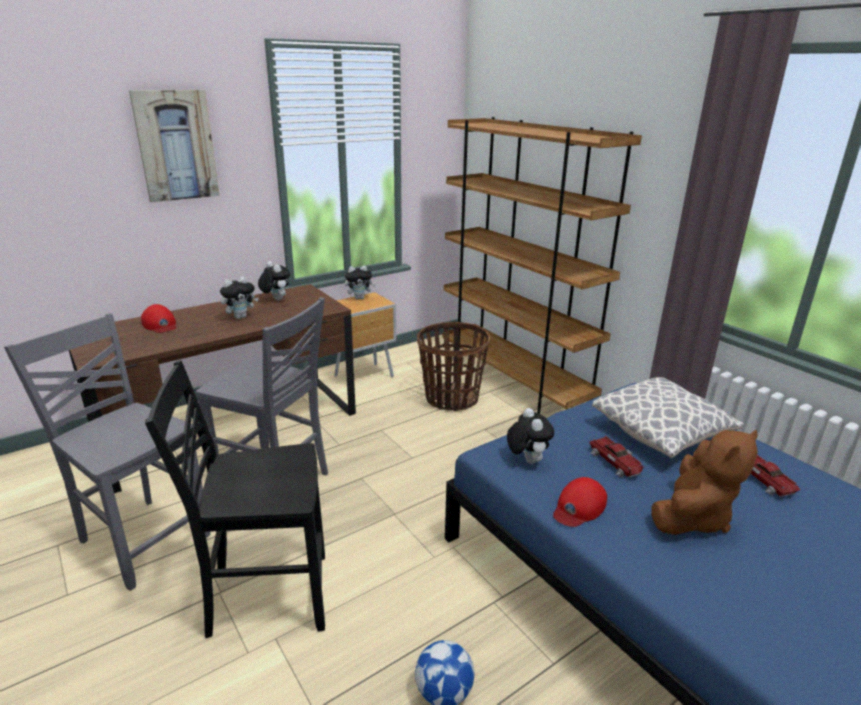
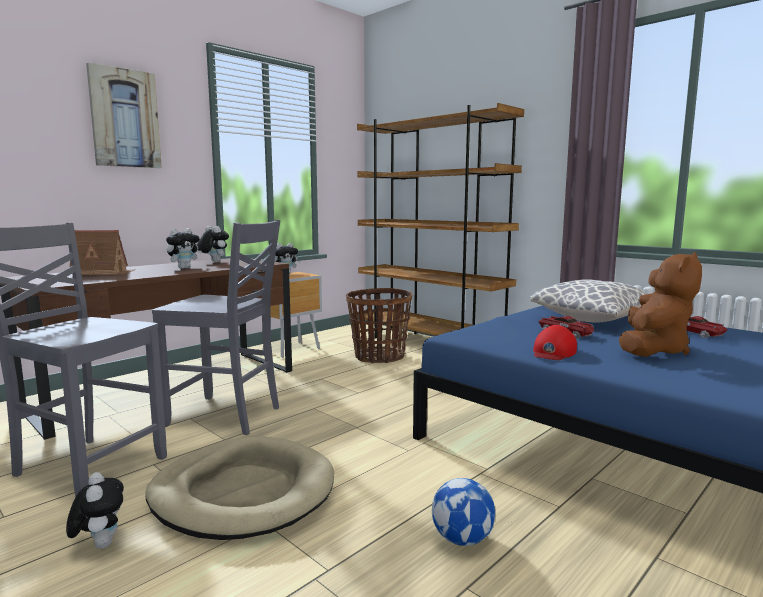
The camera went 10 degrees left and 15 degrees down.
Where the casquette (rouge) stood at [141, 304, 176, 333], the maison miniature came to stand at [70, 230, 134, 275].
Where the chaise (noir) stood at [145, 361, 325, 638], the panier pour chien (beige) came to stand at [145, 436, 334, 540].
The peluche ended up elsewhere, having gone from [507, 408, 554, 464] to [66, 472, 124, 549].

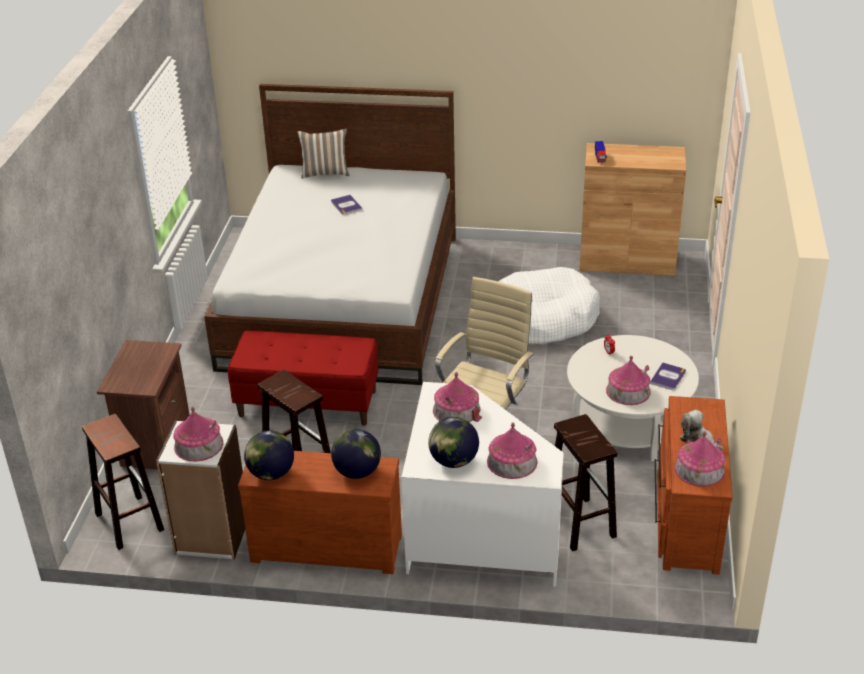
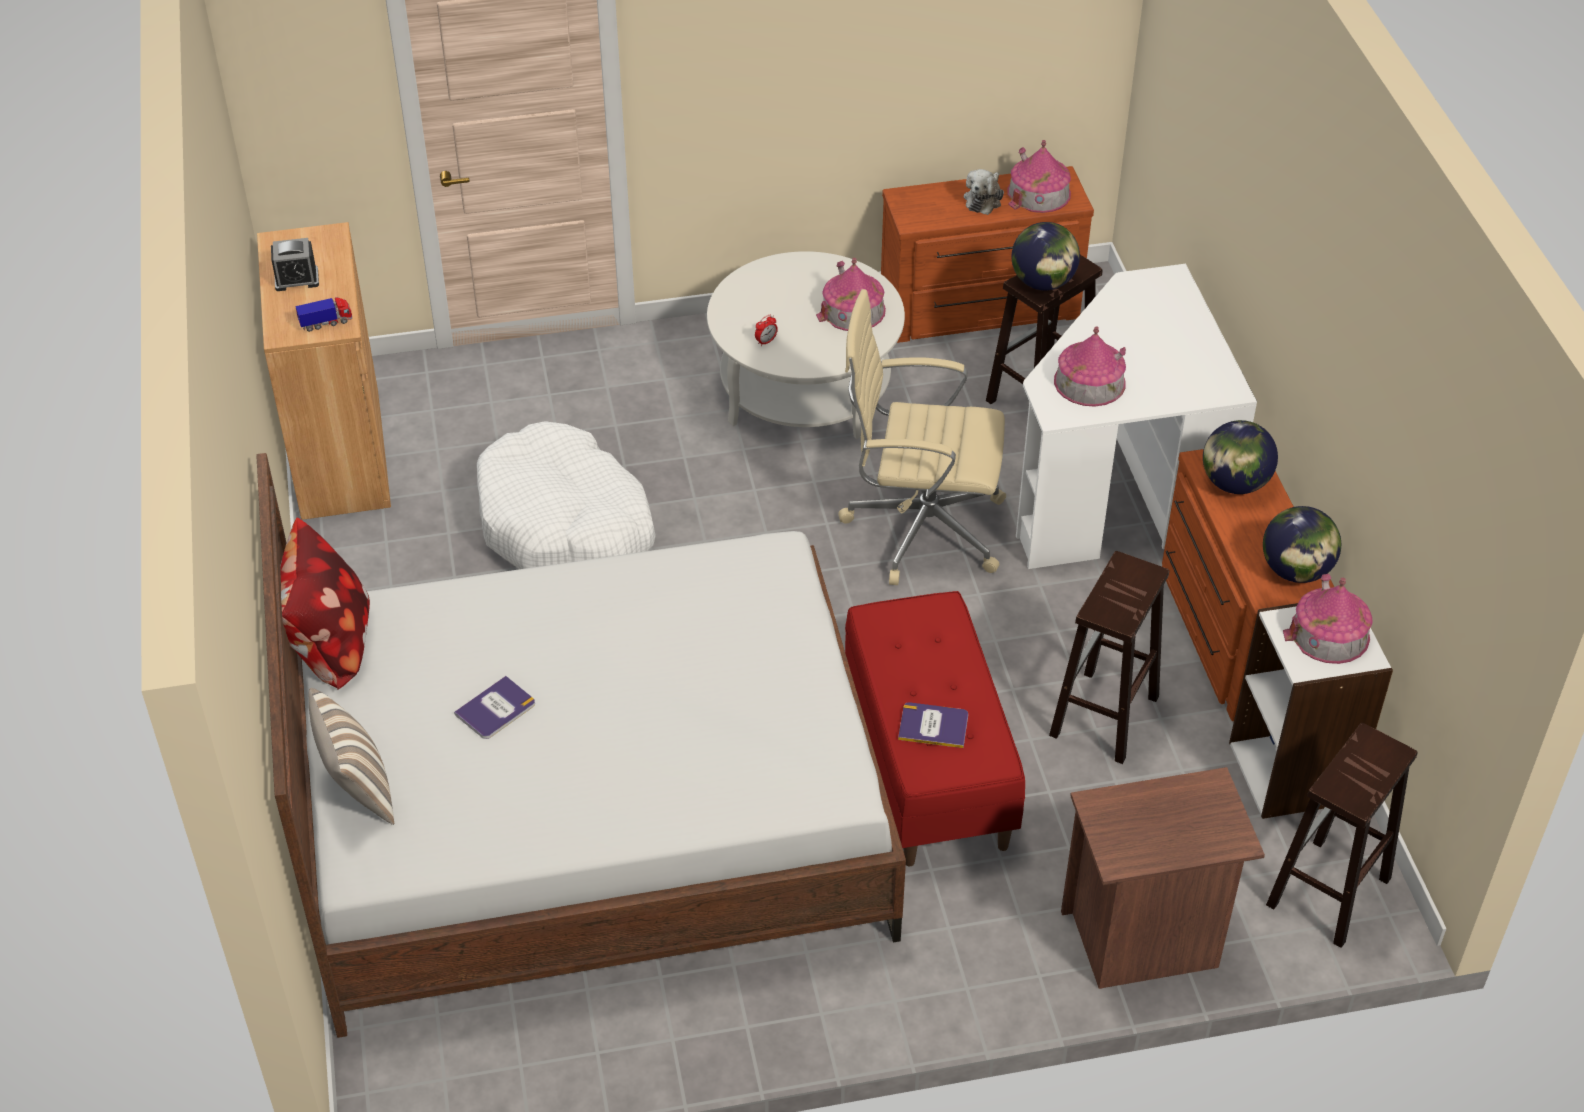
The camera went 110 degrees left and 10 degrees up.
The livre ended up elsewhere, having gone from [650, 362, 686, 390] to [898, 702, 968, 748].
The globe ended up elsewhere, having gone from [428, 417, 479, 468] to [1012, 222, 1080, 290].
The second view lost the maison miniature at [487, 422, 538, 479].
The second view gained the réveil at [271, 238, 319, 291].
The second view gained the coussin at [280, 517, 370, 690].

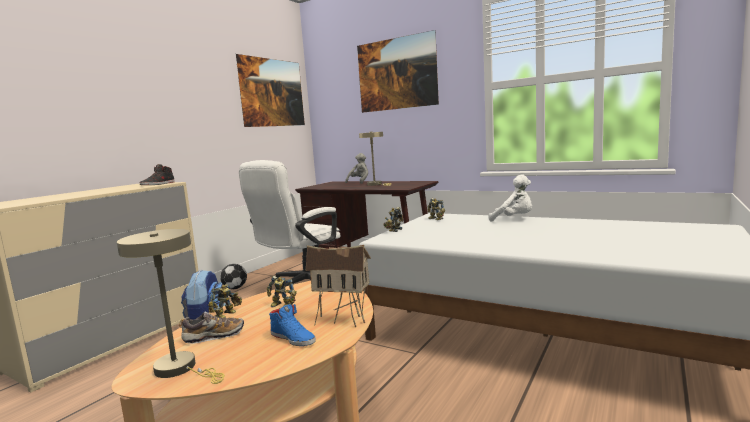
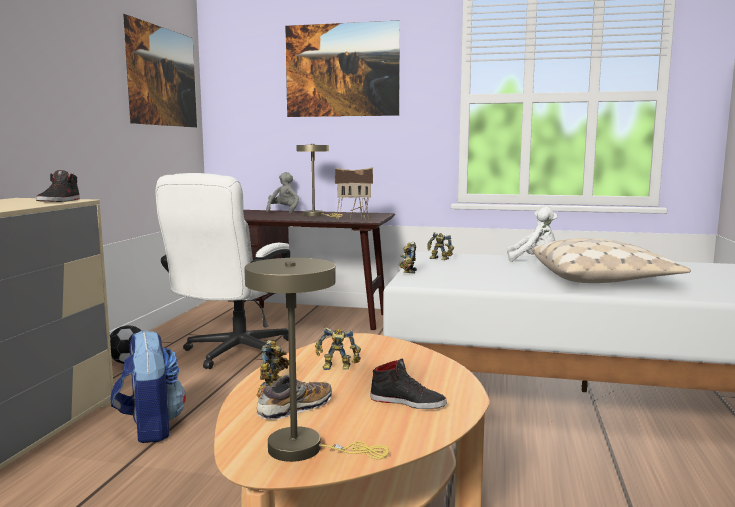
The camera went 20 degrees left and 0 degrees up.
The maison miniature ended up elsewhere, having gone from [306, 245, 371, 327] to [335, 168, 373, 220].
What was the chaussure (bleu) at [269, 304, 316, 346] turned into the chaussure (noir) at [370, 359, 447, 409].
The second view gained the coussin (beige) at [531, 238, 691, 283].

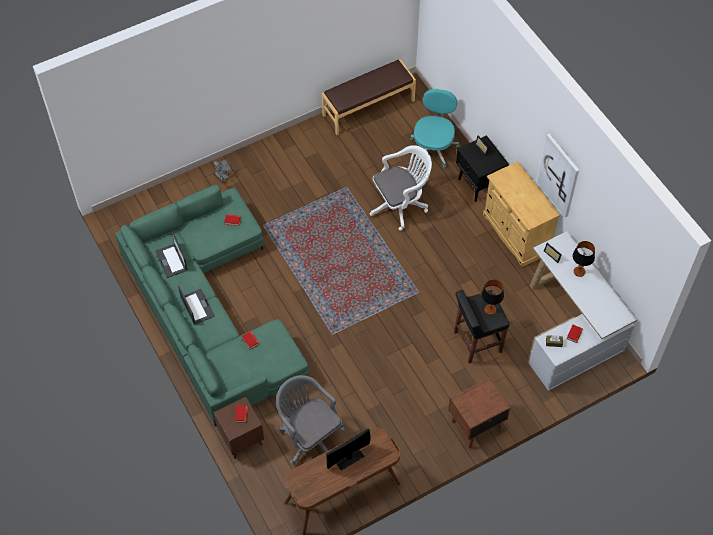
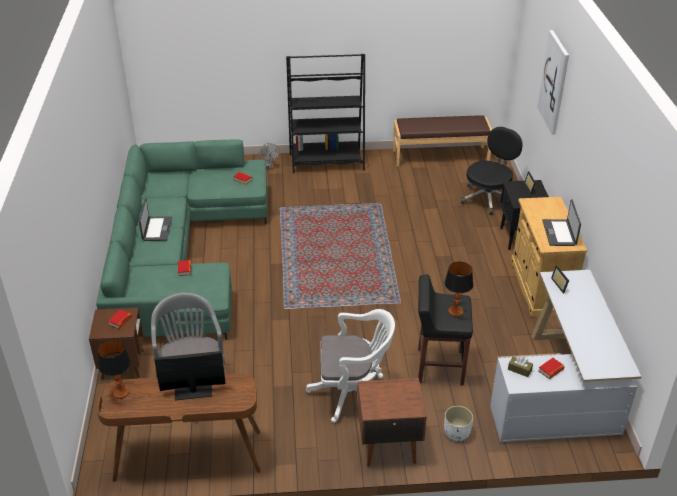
The camera went 25 degrees right and 20 degrees down.
What was the chaise de bureau (turquoise) at [410, 89, 459, 168] turned into the chaise de bureau (noir) at [461, 127, 523, 215].
The tableau ended up elsewhere, having gone from [537, 133, 579, 217] to [537, 30, 569, 134].
The chaise de bureau (blanc) ended up elsewhere, having gone from [370, 145, 432, 231] to [306, 309, 395, 423].
The ordinateur portable ended up elsewhere, having gone from [155, 232, 187, 278] to [542, 199, 581, 246].
The lampe de table ended up elsewhere, having gone from [573, 241, 595, 277] to [98, 340, 131, 399].
The second view gained the bibliothèque (noir) at [286, 54, 365, 173].
The second view gained the cache-pot (blanc) at [444, 406, 474, 441].

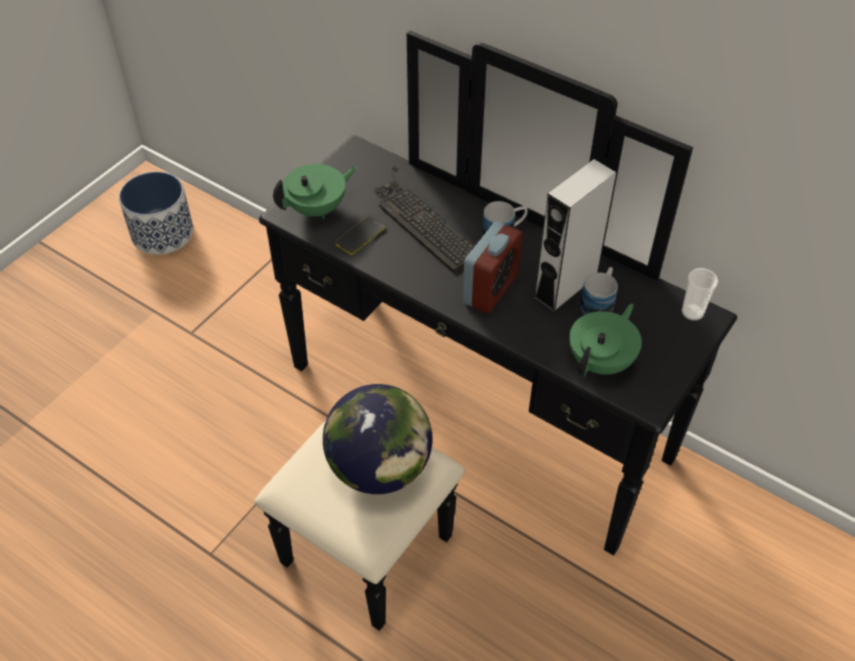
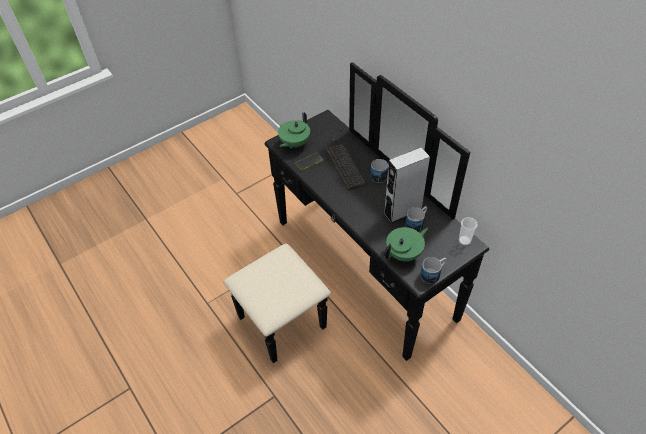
The camera went 20 degrees right and 0 degrees up.
The théière (vert) at [273, 164, 357, 219] ended up facing another way, 135 degrees clockwise from before.
The second view lost the cache-pot at [119, 171, 193, 255].
The second view lost the réveil at [463, 221, 522, 313].
The second view lost the globe at [323, 384, 432, 494].
The second view gained the mug at [420, 257, 447, 284].

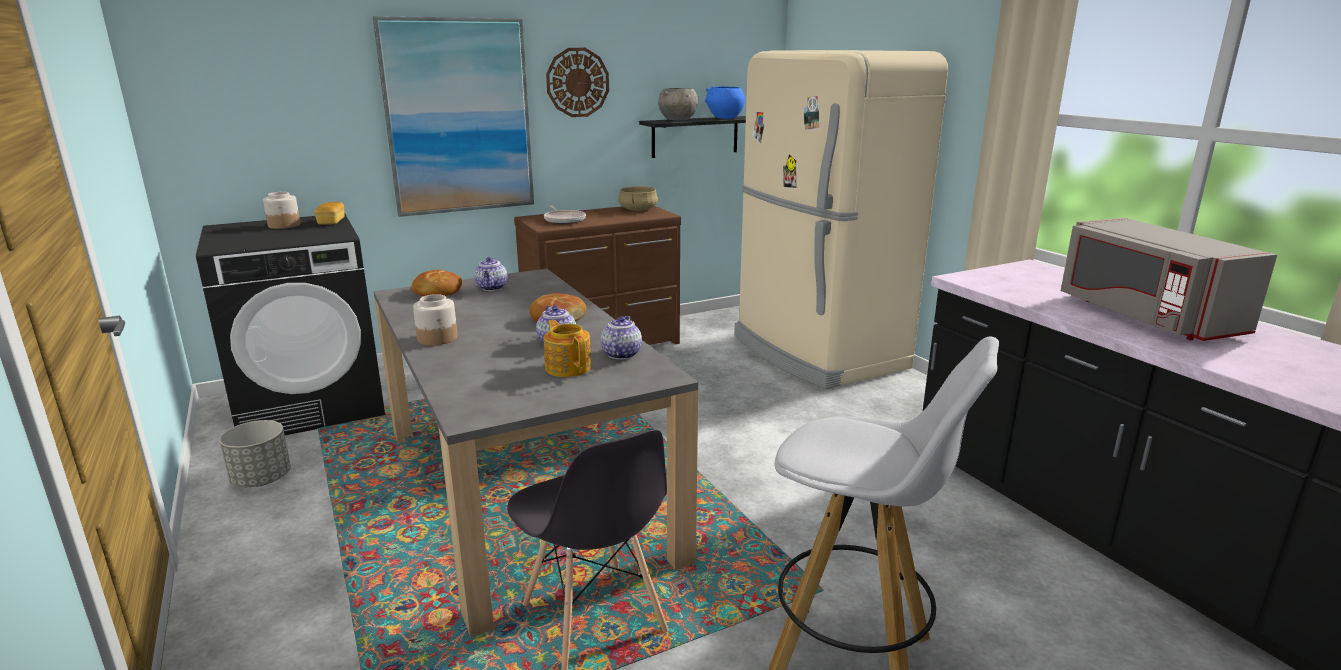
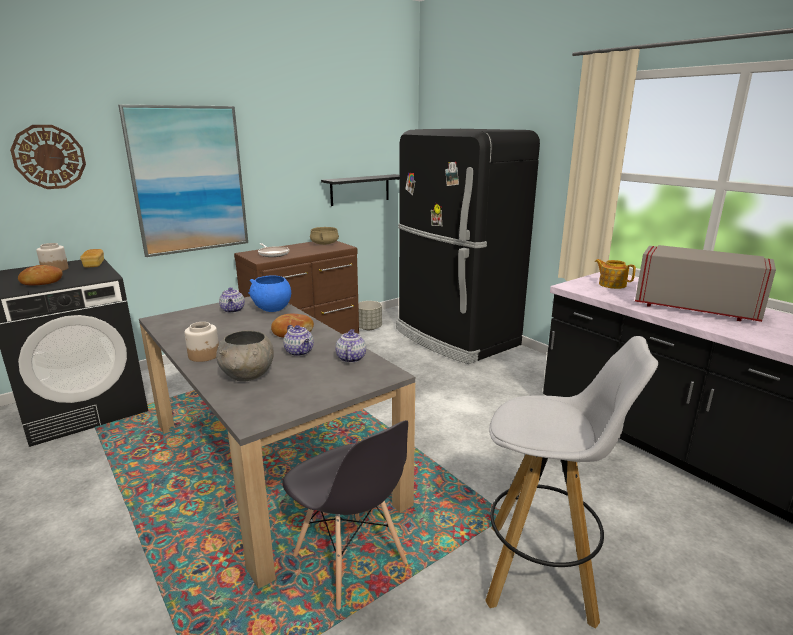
The camera went 10 degrees left and 0 degrees up.
The horloge murale ended up elsewhere, having gone from [546, 48, 609, 117] to [10, 125, 86, 189].
What was the réfrigérateur (beige) at [734, 50, 948, 389] turned into the réfrigérateur (noir) at [396, 129, 540, 364].
The bol (bleu) ended up elsewhere, having gone from [705, 86, 745, 119] to [248, 276, 291, 312].
The bol (gris) ended up elsewhere, having gone from [658, 88, 698, 121] to [216, 330, 274, 381].
The micro-ondes (gris) at [1061, 218, 1277, 341] ended up facing another way, 150 degrees clockwise from before.
The pain ended up elsewhere, having gone from [411, 270, 462, 296] to [18, 265, 63, 285].
The théière ended up elsewhere, having gone from [544, 320, 591, 377] to [595, 259, 636, 289].
The cache-pot (gris) ended up elsewhere, having gone from [219, 420, 291, 487] to [358, 301, 382, 330].

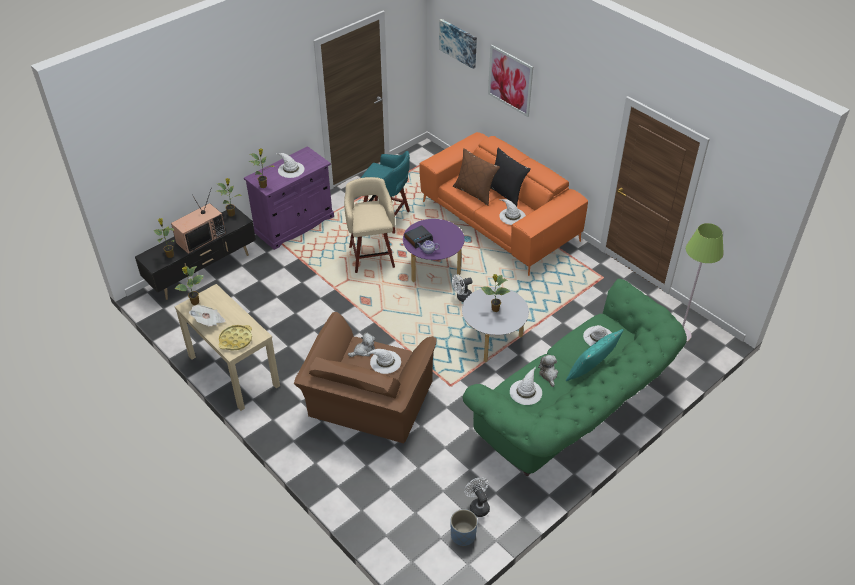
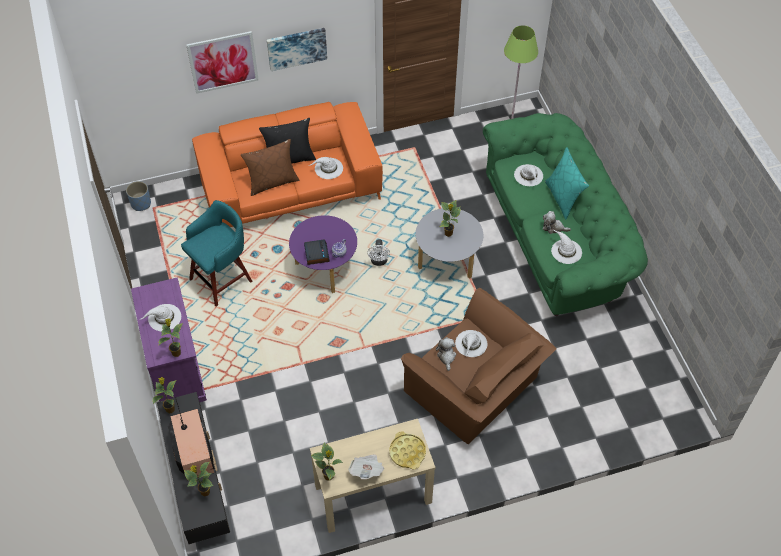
The camera went 65 degrees left and 10 degrees up.
The tableau ended up elsewhere, having gone from [439, 19, 477, 69] to [267, 28, 327, 71].
The second view lost the tabouret (beige) at [344, 177, 395, 273].
The second view lost the ventilateur (blanc) at [464, 477, 490, 517].
The cache-pot (bleu) ended up elsewhere, having gone from [450, 509, 478, 547] to [126, 181, 151, 211].

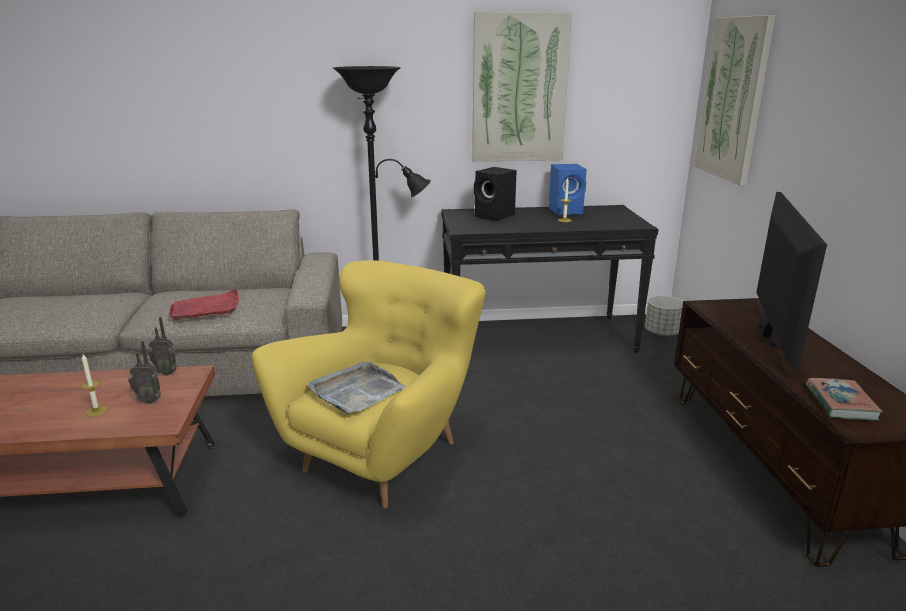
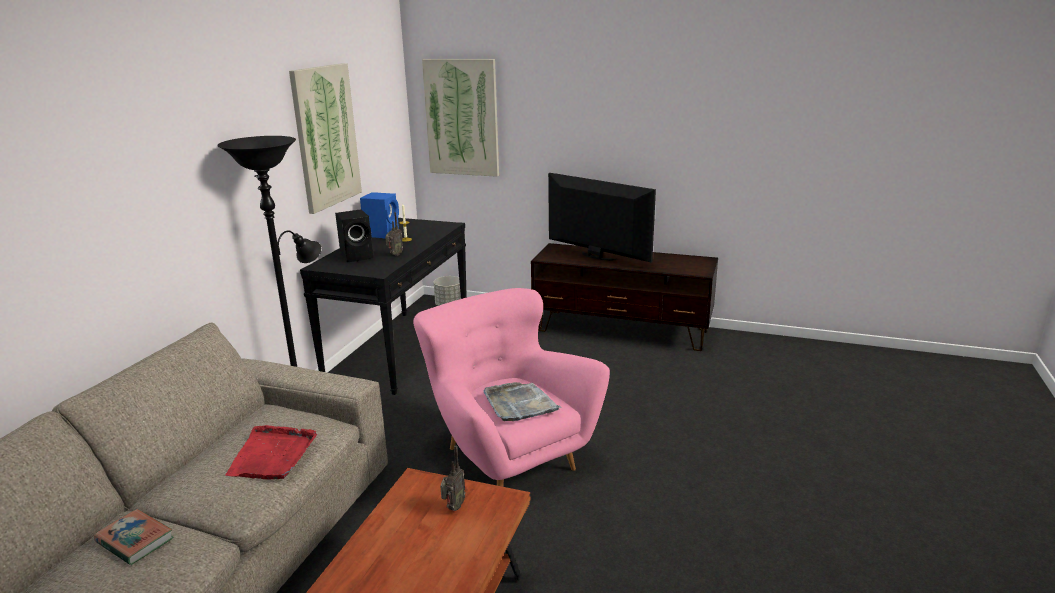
The camera went 65 degrees left and 0 degrees up.
What was the fauteuil (jaune) at [252, 260, 486, 509] turned into the fauteuil (rose) at [413, 288, 610, 487].
The radio ended up elsewhere, having gone from [148, 317, 177, 376] to [385, 212, 403, 256].
The second view lost the bougie at [81, 354, 108, 417].
The livre ended up elsewhere, having gone from [806, 378, 883, 421] to [94, 509, 174, 565].

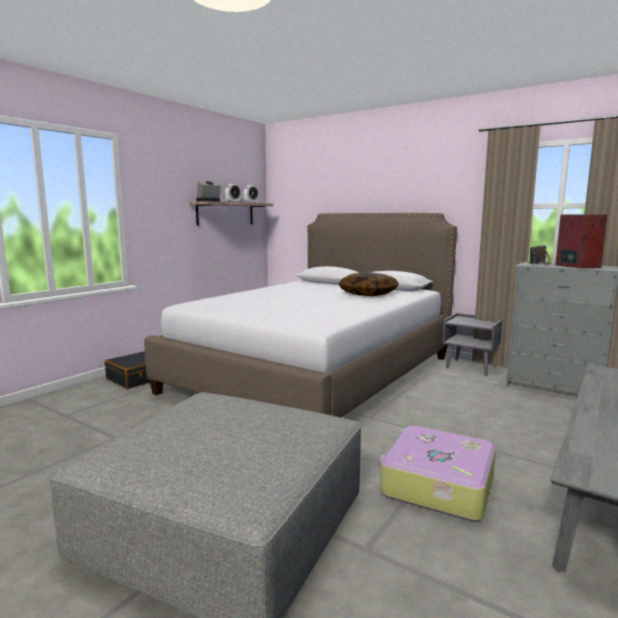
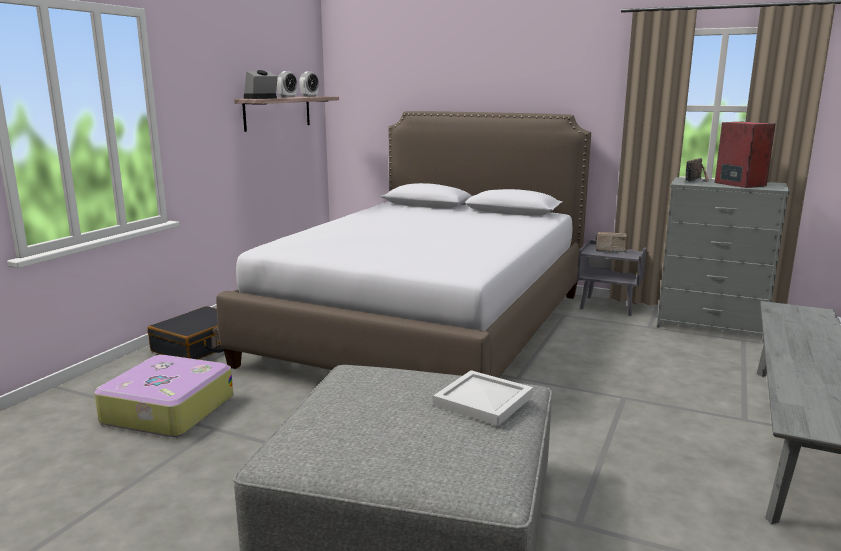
The camera went 10 degrees left and 5 degrees up.
The second view lost the coussin at [339, 272, 399, 296].
The valise ended up elsewhere, having gone from [379, 425, 496, 521] to [94, 355, 233, 437].
The second view gained the radio at [596, 232, 628, 253].
The second view gained the plateau (blanc) at [433, 370, 533, 426].

